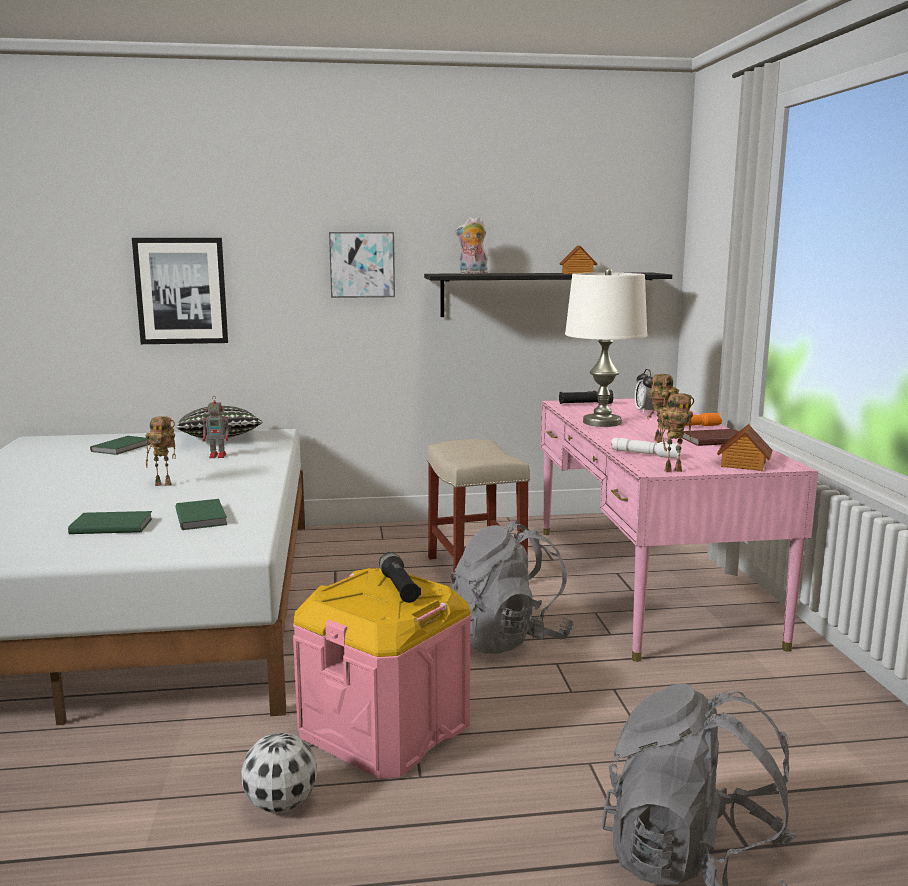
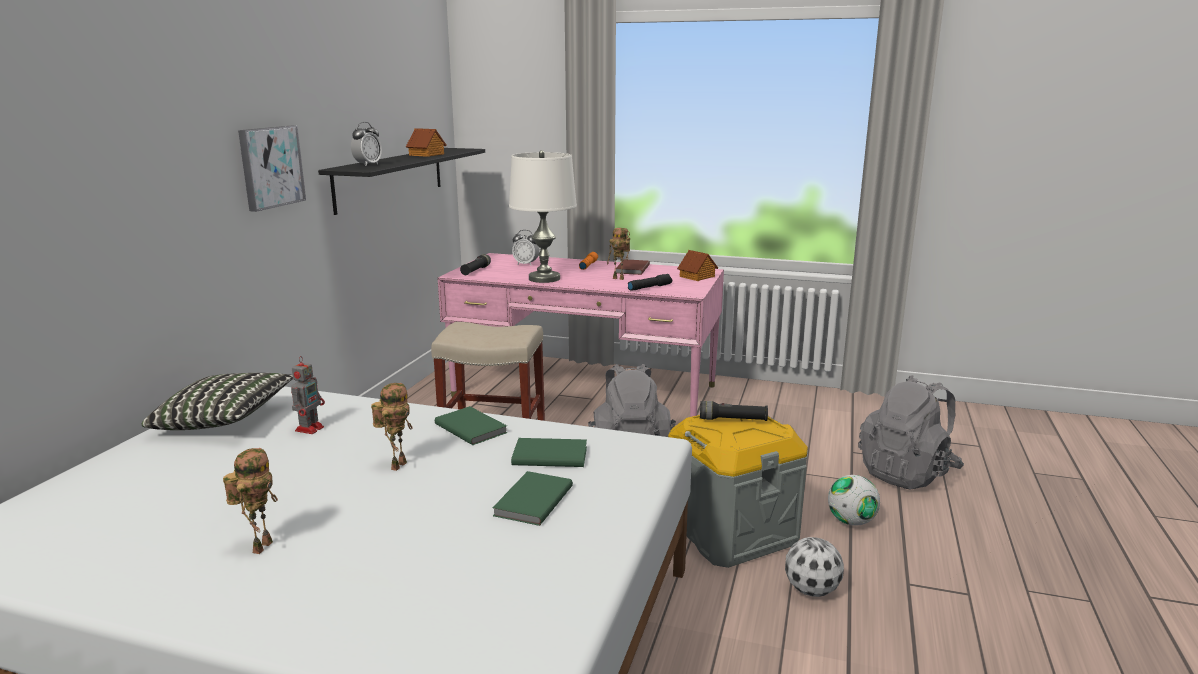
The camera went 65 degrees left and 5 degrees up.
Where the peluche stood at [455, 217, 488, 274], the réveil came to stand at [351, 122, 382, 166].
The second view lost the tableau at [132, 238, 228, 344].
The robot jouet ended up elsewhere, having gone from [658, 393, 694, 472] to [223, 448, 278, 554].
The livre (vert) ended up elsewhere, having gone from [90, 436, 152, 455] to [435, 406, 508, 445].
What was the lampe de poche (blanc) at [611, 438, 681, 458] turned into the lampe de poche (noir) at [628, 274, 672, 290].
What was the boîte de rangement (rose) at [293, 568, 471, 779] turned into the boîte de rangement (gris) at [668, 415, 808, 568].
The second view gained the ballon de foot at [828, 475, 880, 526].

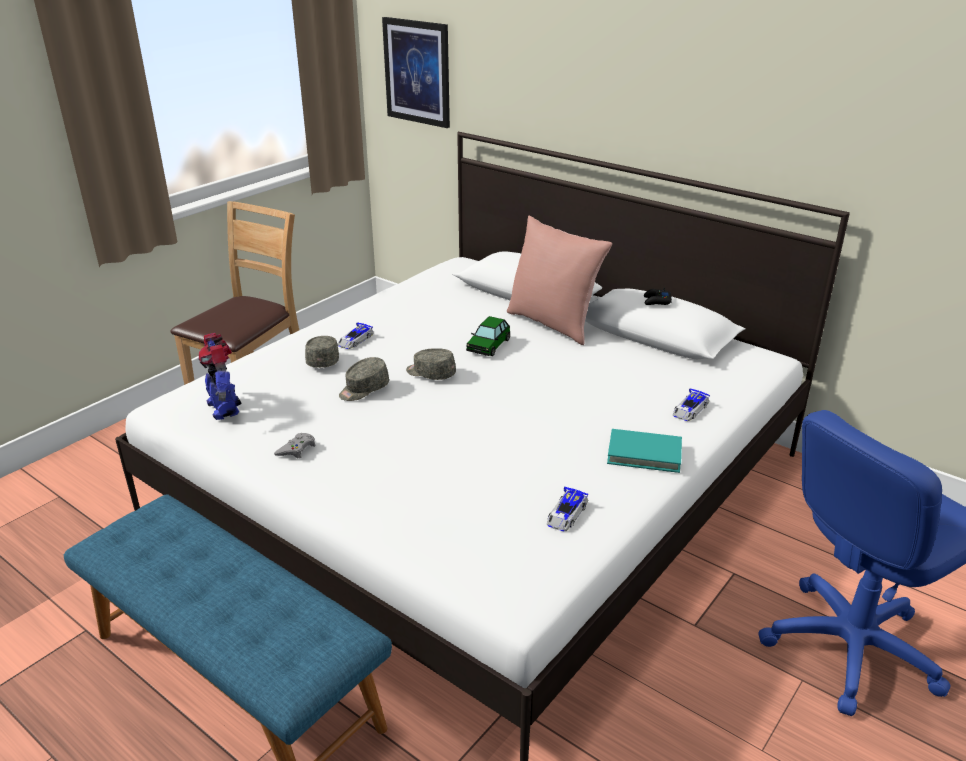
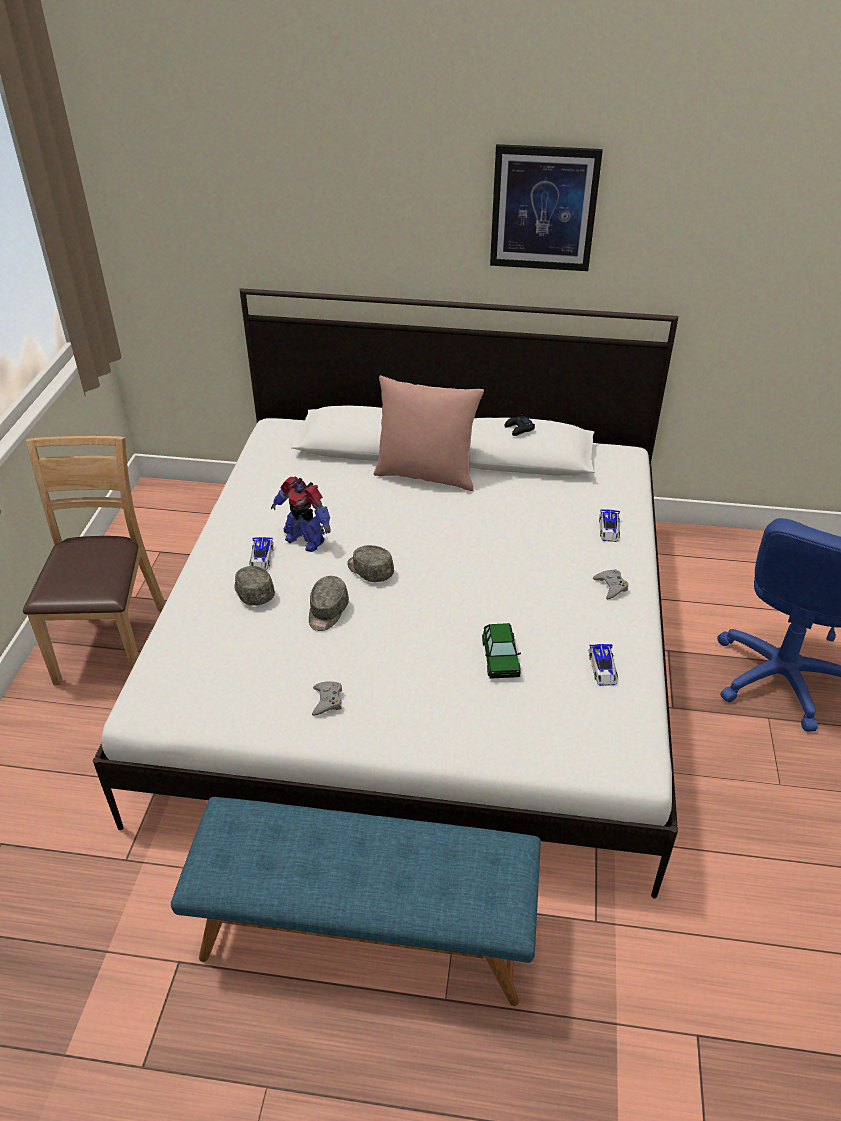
The camera went 30 degrees left and 10 degrees up.
The tableau ended up elsewhere, having gone from [382, 17, 450, 128] to [490, 144, 603, 271].
The petite voiture ended up elsewhere, having gone from [466, 316, 510, 356] to [482, 623, 521, 679].
The robot jouet ended up elsewhere, having gone from [198, 333, 242, 420] to [271, 477, 331, 552].
The casquette (gris) at [406, 348, 456, 380] ended up facing another way, 45 degrees clockwise from before.
Where the livre (turquoise) stood at [607, 429, 682, 473], the manette (gris) came to stand at [593, 569, 629, 599].

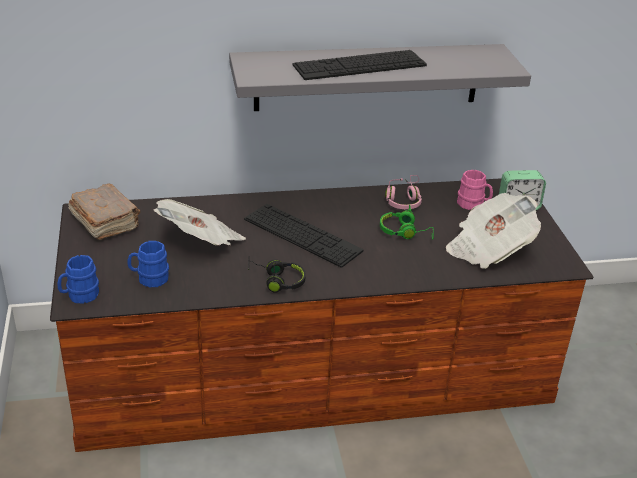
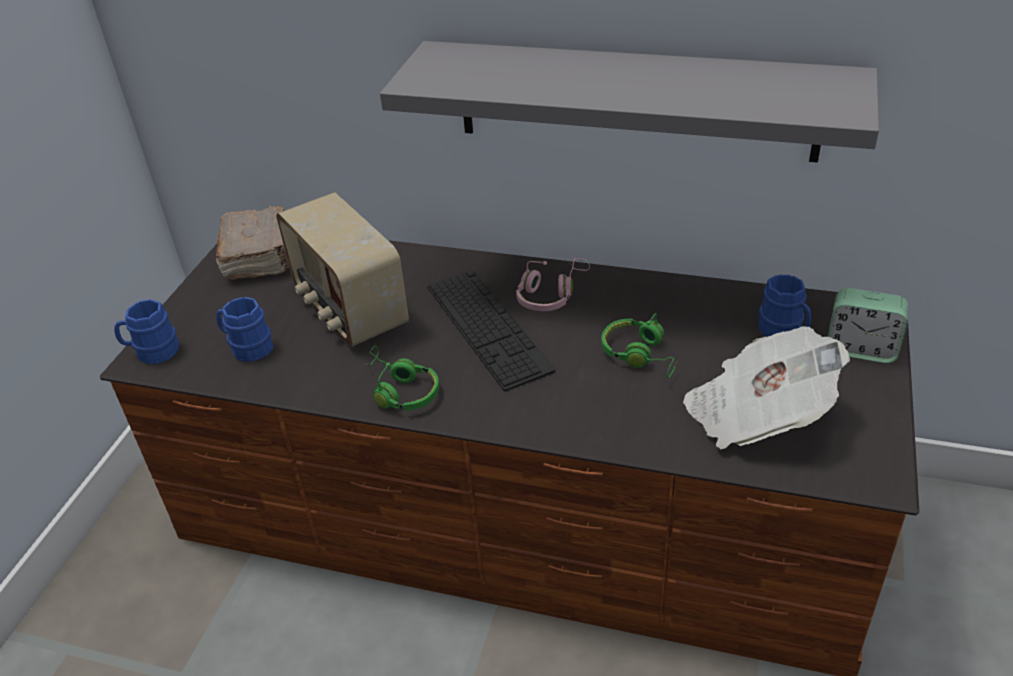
The camera went 30 degrees right and 5 degrees up.
The second view lost the clavier at [292, 50, 427, 80].
What was the mug (rose) at [457, 170, 493, 210] turned into the mug (bleu) at [758, 275, 811, 337].
The casque audio (rose) ended up elsewhere, having gone from [385, 175, 422, 209] to [516, 258, 590, 311].
Where the journal stood at [153, 199, 246, 246], the radio came to stand at [276, 192, 409, 347].
What was the casque audio (noir) at [248, 256, 306, 293] turned into the casque audio (vert) at [367, 345, 439, 411].

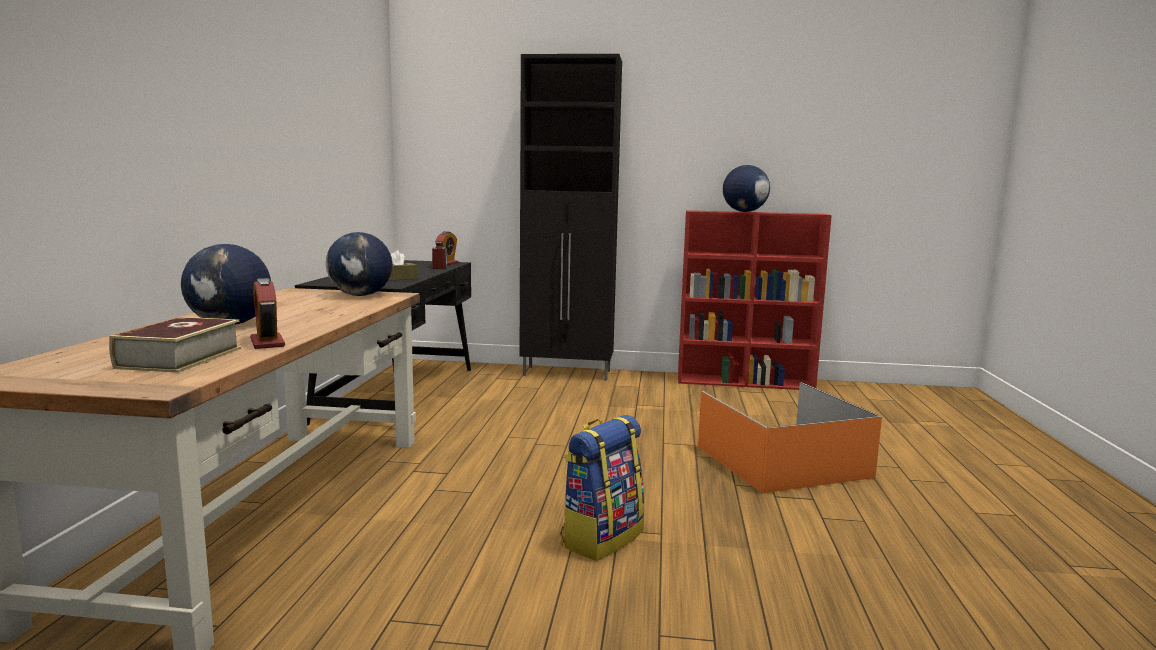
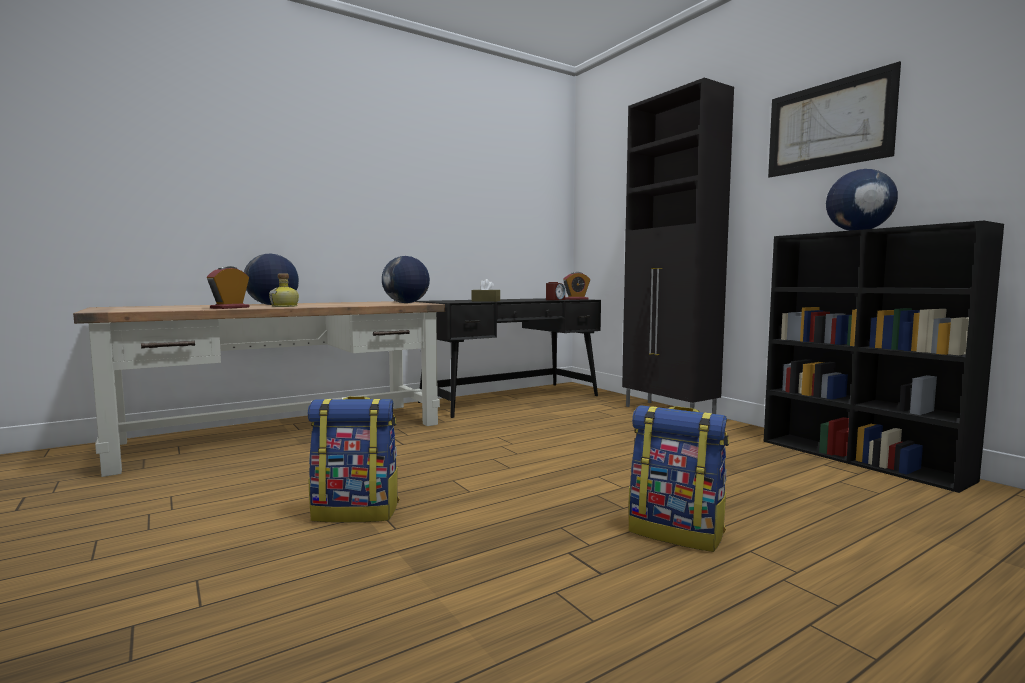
The camera went 50 degrees right and 5 degrees down.
What was the bibliothèque (rouge) at [678, 210, 832, 390] turned into the bibliothèque (noir) at [763, 221, 1004, 493].
The second view lost the livre at [109, 317, 241, 373].
Where the boîte de rangement (orange) stood at [698, 382, 882, 493], the sac à dos came to stand at [629, 405, 729, 552].
The second view gained the tableau at [768, 61, 901, 178].
The second view gained the bouteille at [269, 274, 299, 307].

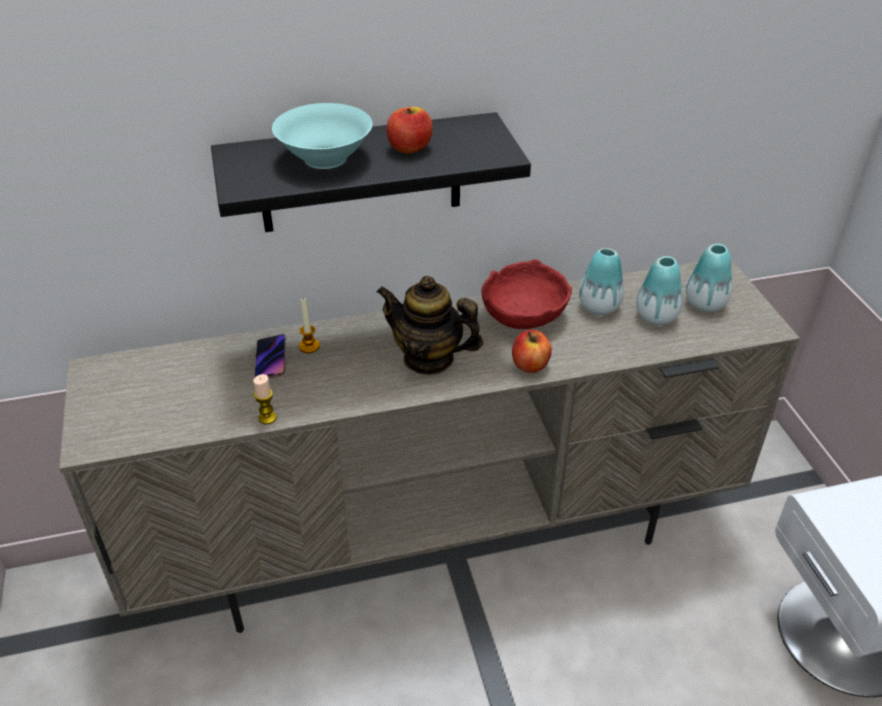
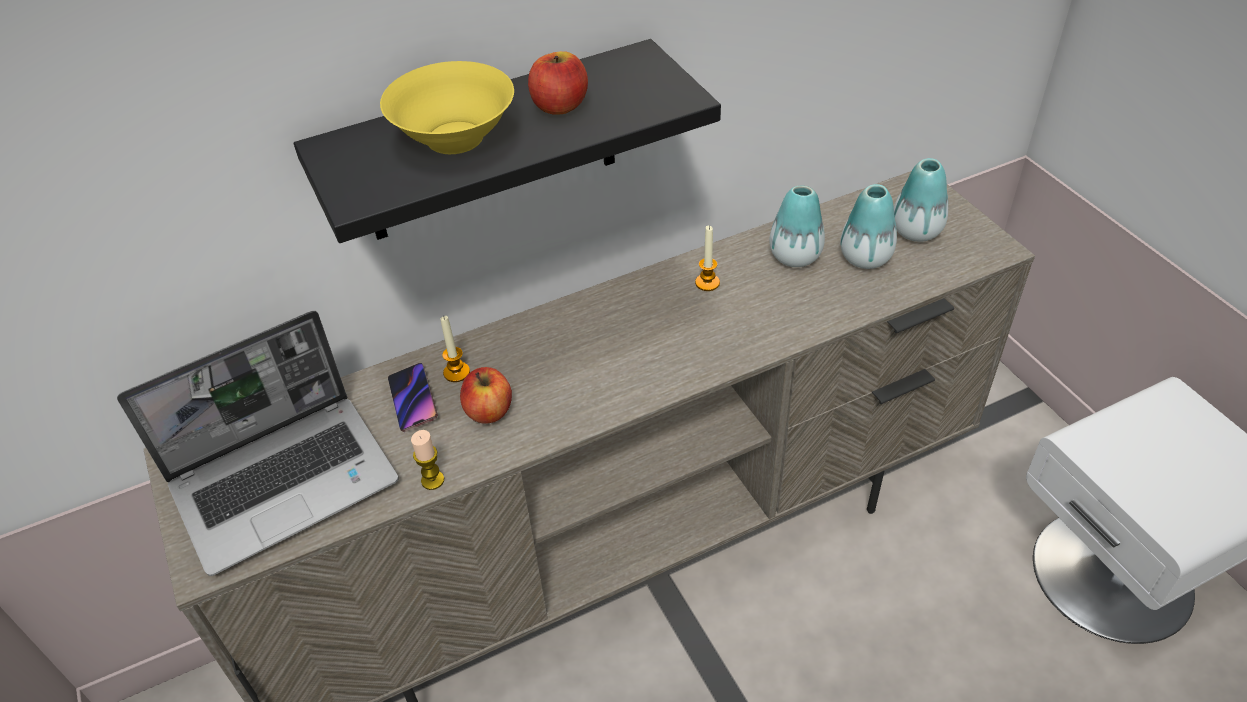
The camera went 10 degrees left and 5 degrees up.
What was the bol (turquoise) at [272, 103, 372, 169] turned into the bol (jaune) at [380, 61, 514, 154].
Where the bol (rouge) stood at [482, 259, 572, 329], the bougie came to stand at [695, 225, 720, 291].
The second view lost the théière at [377, 276, 483, 375].
The pomme ended up elsewhere, having gone from [512, 330, 552, 373] to [460, 367, 512, 424].
The second view gained the ordinateur portable at [117, 311, 399, 576].

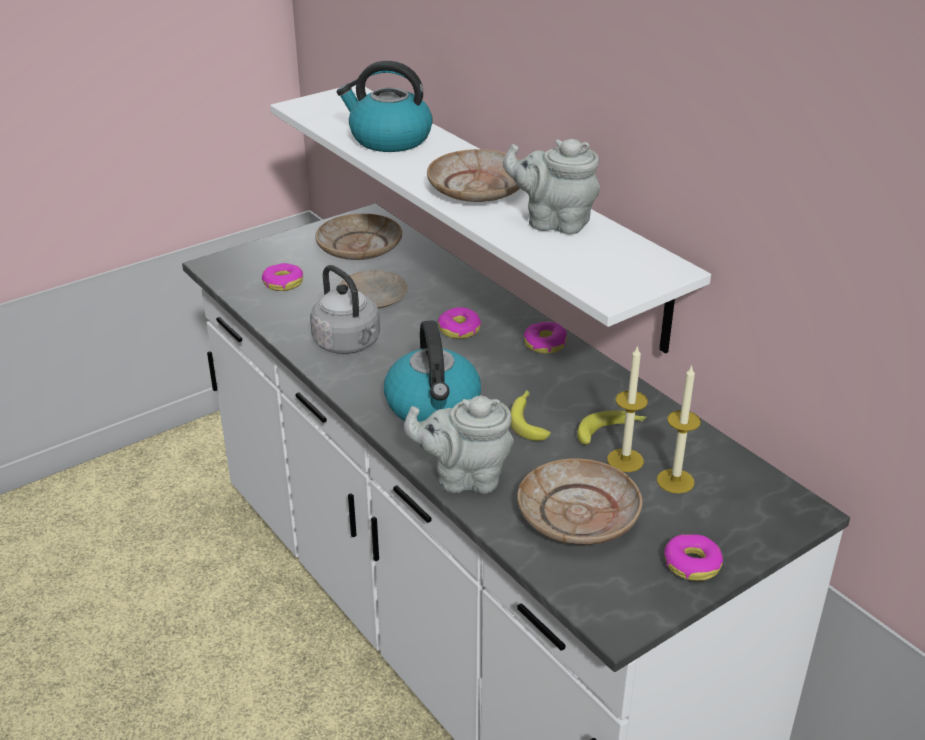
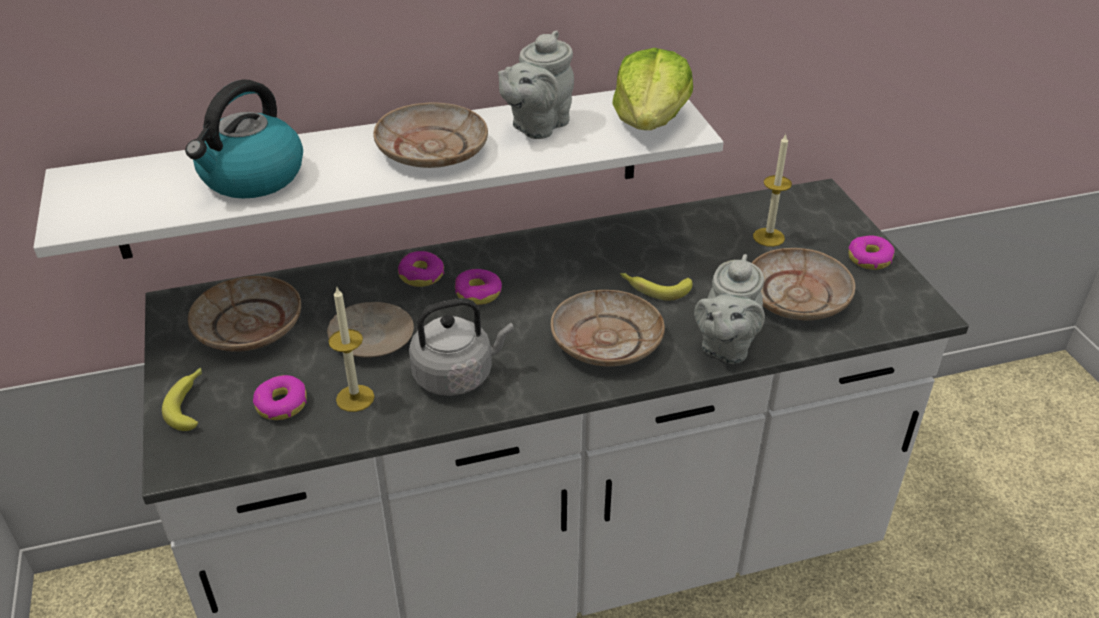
The camera went 70 degrees left and 5 degrees up.
Where the bouilloire stood at [384, 320, 481, 422], the assiette (beige) came to stand at [551, 290, 665, 367].
The beignet ended up elsewhere, having gone from [524, 322, 567, 354] to [398, 251, 444, 287].
The bougie ended up elsewhere, having gone from [607, 345, 648, 472] to [328, 287, 375, 412].
The banane ended up elsewhere, having gone from [577, 410, 647, 445] to [162, 367, 202, 431].
The second view gained the laitue at [612, 48, 693, 130].

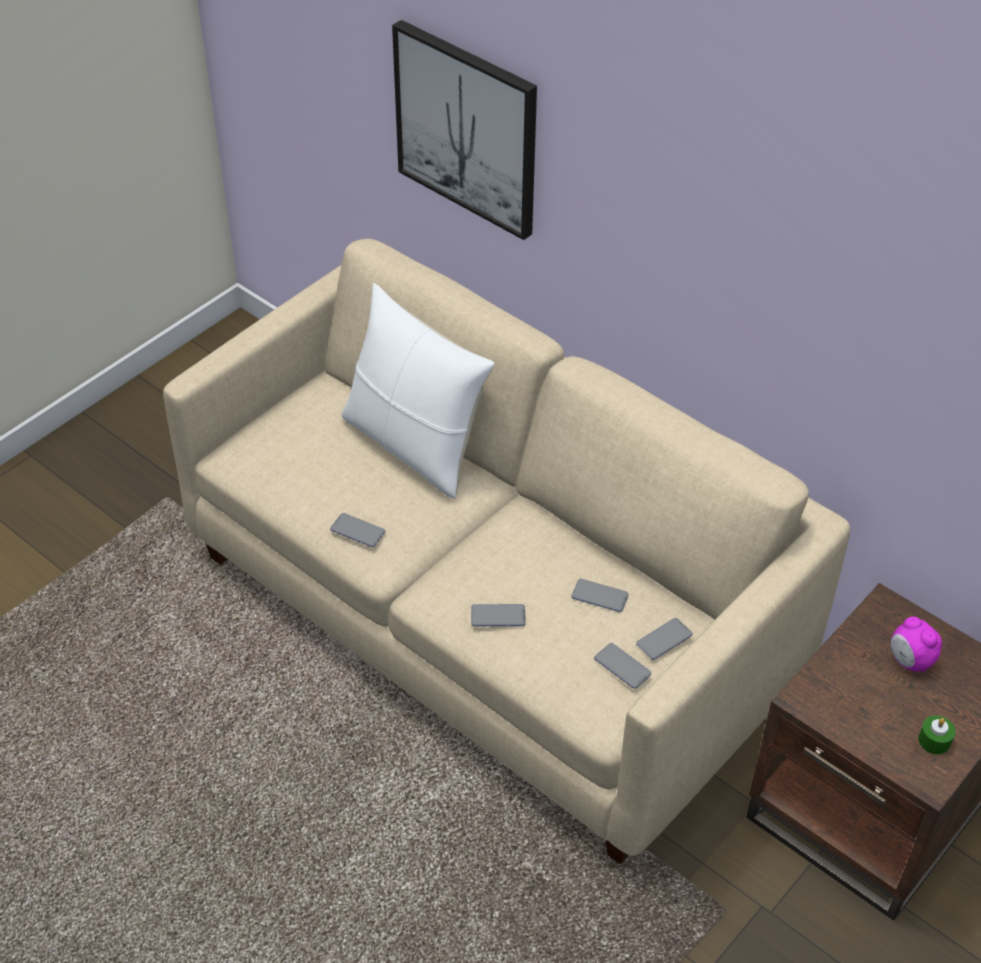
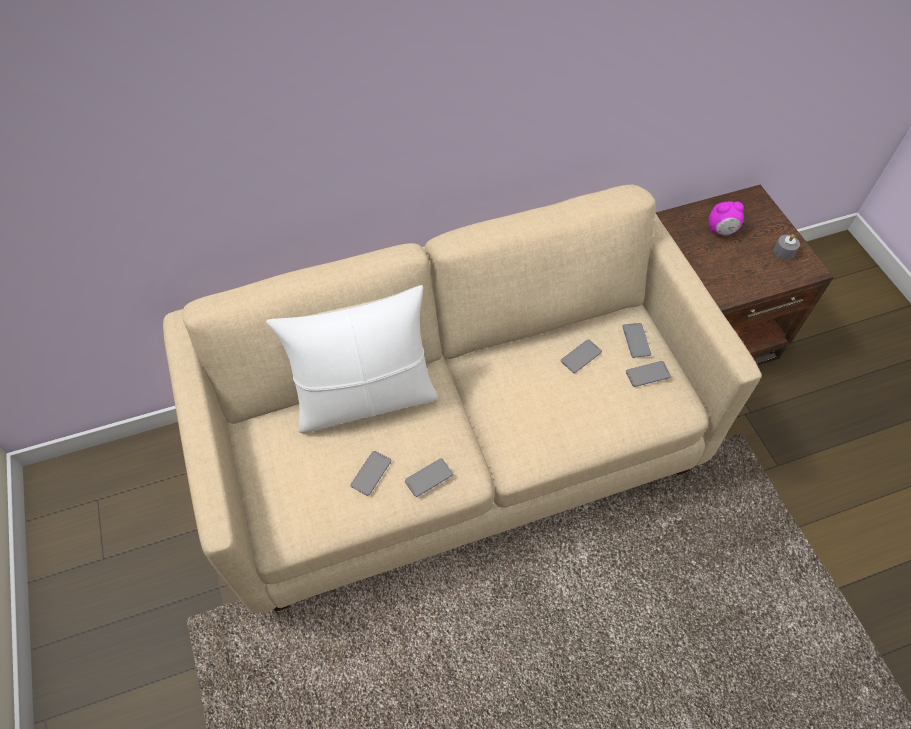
The camera went 60 degrees left and 10 degrees up.
The second view lost the tableau at [392, 20, 537, 240].
The téléphone ended up elsewhere, having gone from [471, 604, 526, 626] to [350, 451, 391, 496].
What was the bougie (vert) at [918, 715, 956, 755] turned into the bougie (gris) at [774, 234, 800, 260].

